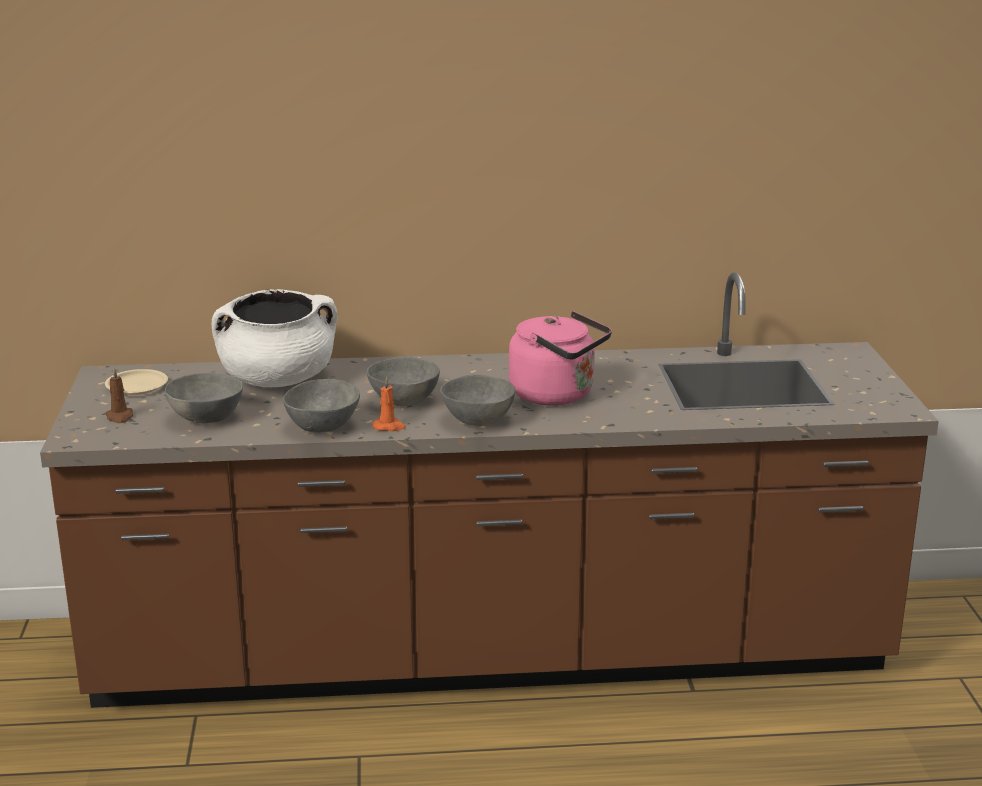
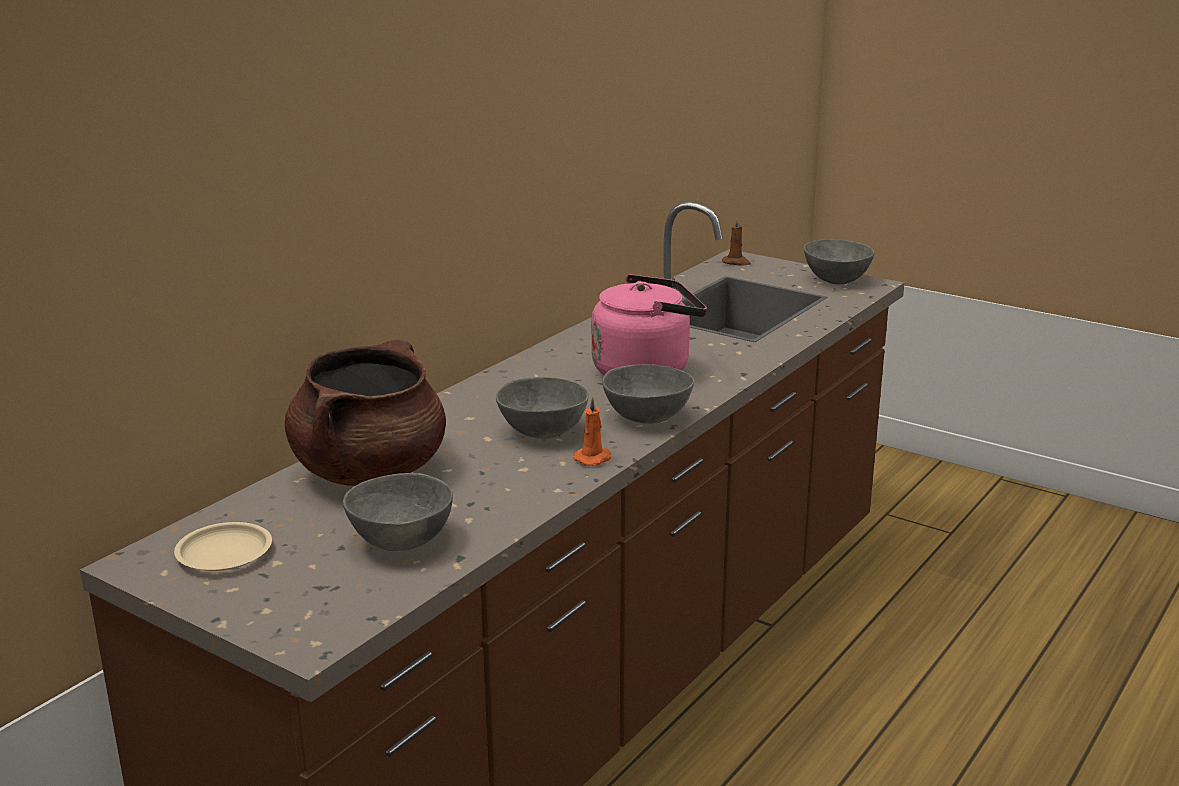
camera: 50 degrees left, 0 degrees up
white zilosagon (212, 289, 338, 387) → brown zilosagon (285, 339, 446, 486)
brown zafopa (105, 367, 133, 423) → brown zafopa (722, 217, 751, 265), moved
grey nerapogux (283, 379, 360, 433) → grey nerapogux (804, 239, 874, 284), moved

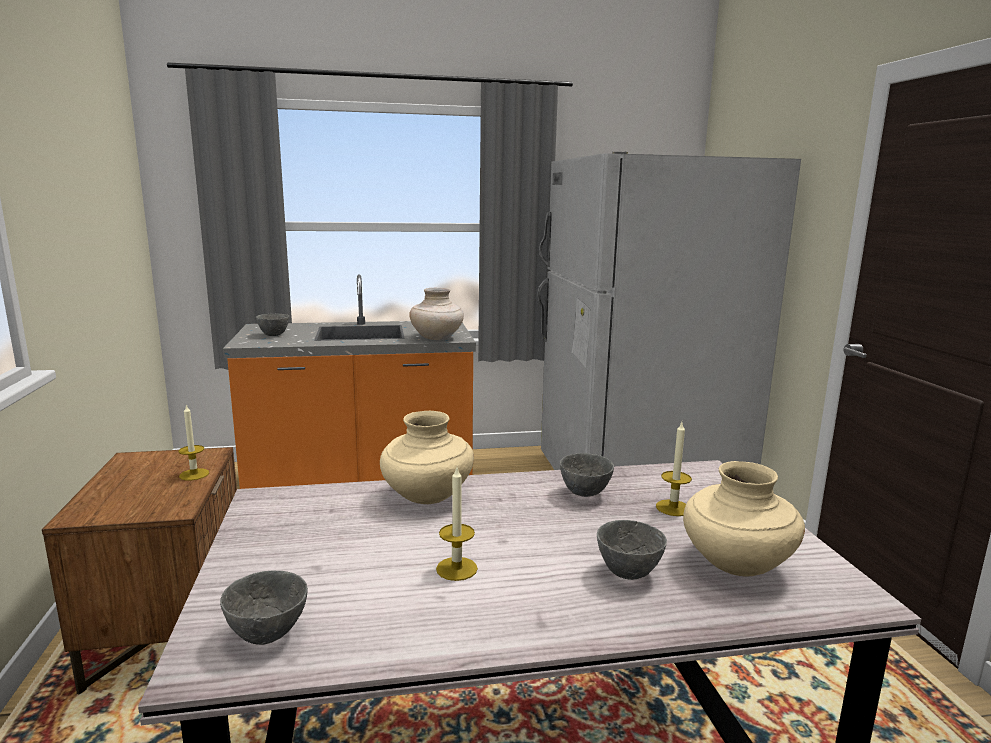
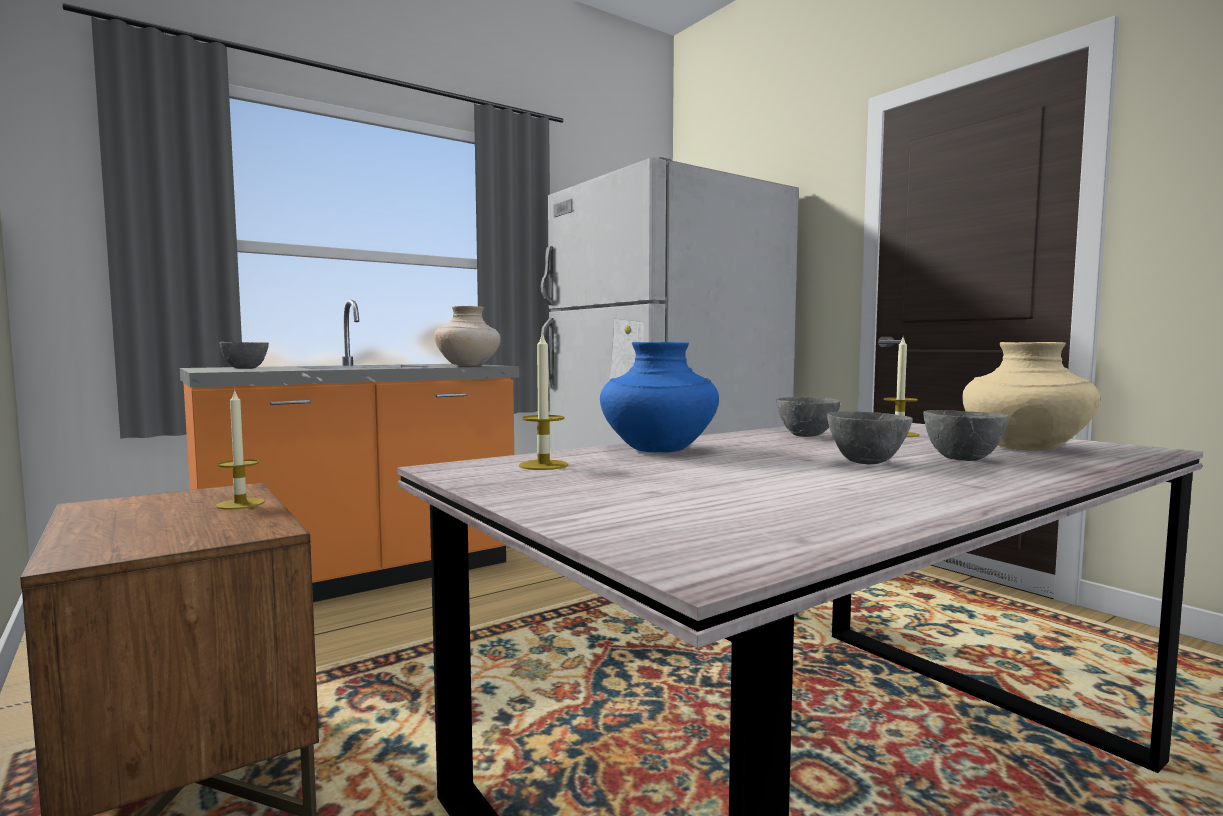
camera: 25 degrees left, 10 degrees down
zafopa (436, 468, 478, 581) → zafopa (519, 331, 568, 470), moved
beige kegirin (380, 411, 474, 504) → blue kegirin (600, 342, 719, 452)
grey nerapogux (220, 570, 308, 645) → grey nerapogux (827, 411, 913, 465), moved

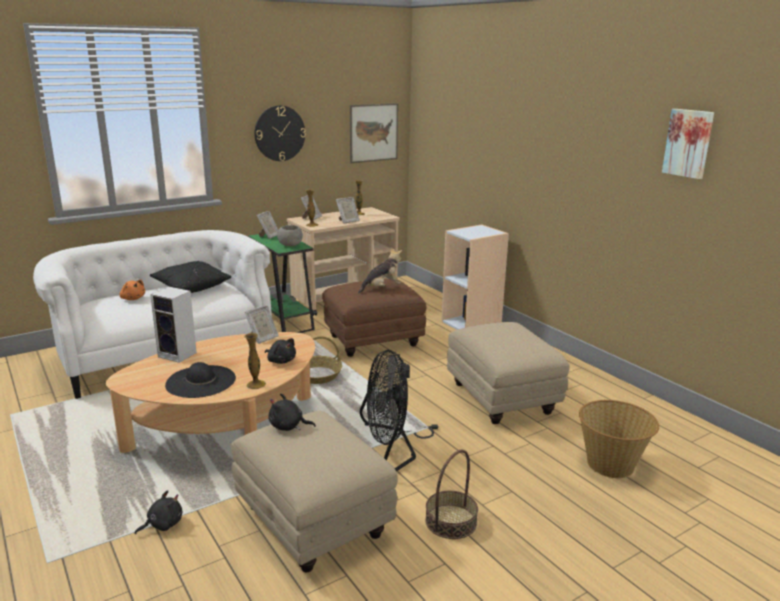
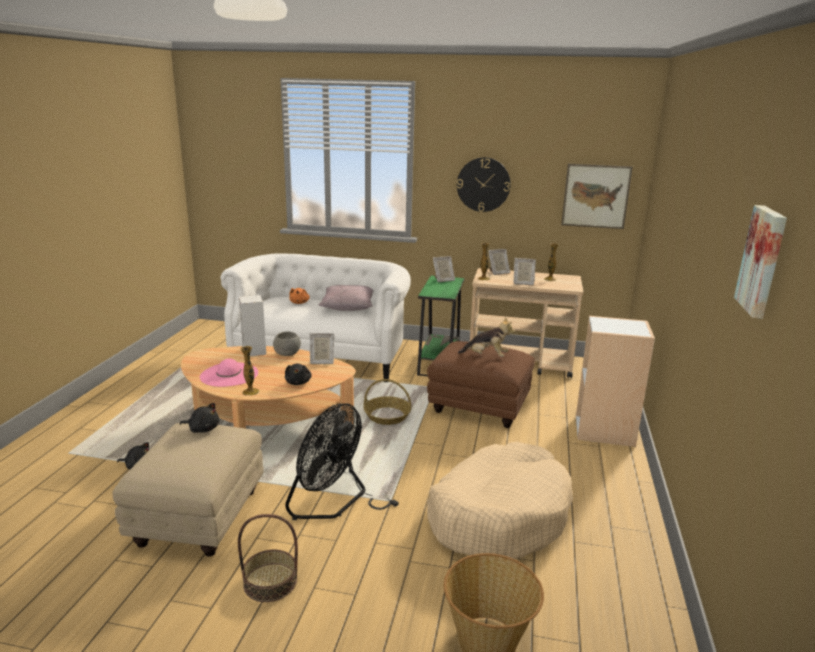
camera: 45 degrees right, 0 degrees up
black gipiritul (268, 393, 316, 431) → black gipiritul (180, 403, 220, 433), 135 degrees clockwise
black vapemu (165, 362, 236, 398) → pink vapemu (200, 358, 258, 387)
grey nerapogux (277, 225, 303, 246) → grey nerapogux (273, 332, 301, 356), moved
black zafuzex (150, 261, 231, 293) → purple zafuzex (319, 285, 373, 311)
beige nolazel (447, 322, 569, 424) → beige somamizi (427, 442, 573, 559)

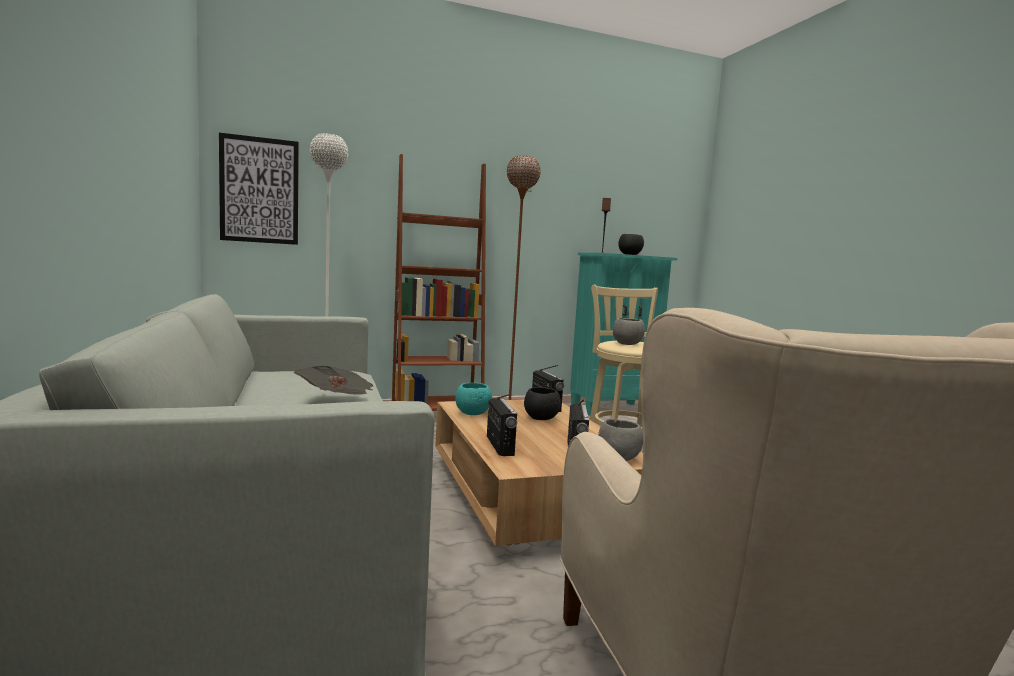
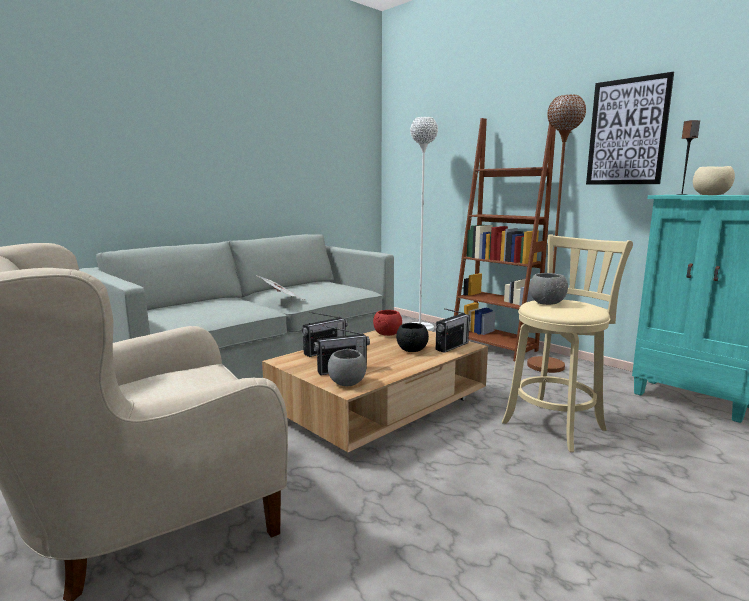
camera: 65 degrees right, 5 degrees up
turquoise nerapogux (455, 383, 492, 415) → red nerapogux (373, 310, 402, 336)
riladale (219, 133, 299, 245) → riladale (586, 72, 674, 185), moved
black nerapogux (618, 234, 644, 255) → beige nerapogux (693, 166, 735, 195)

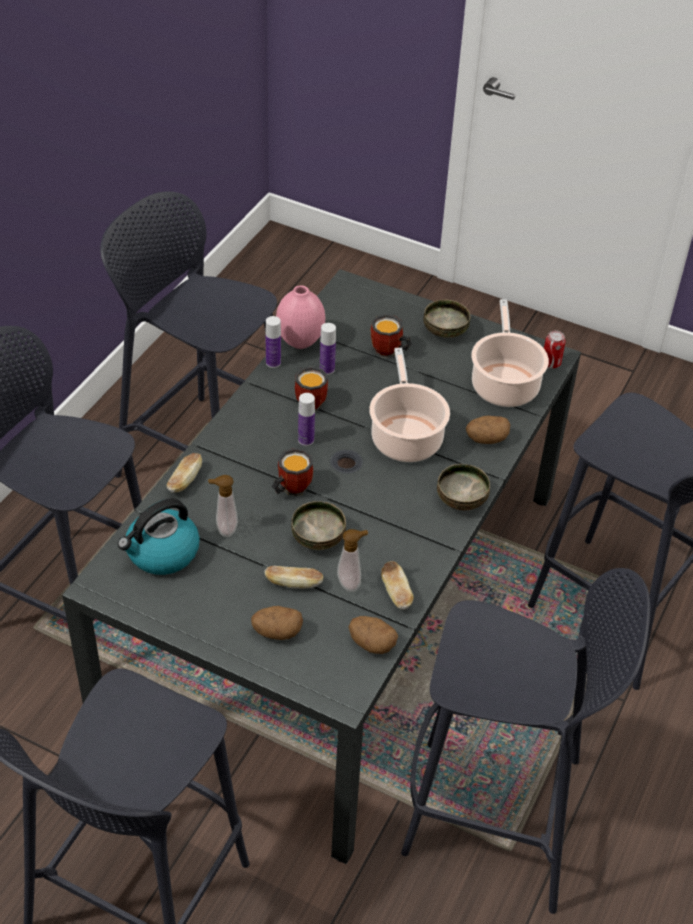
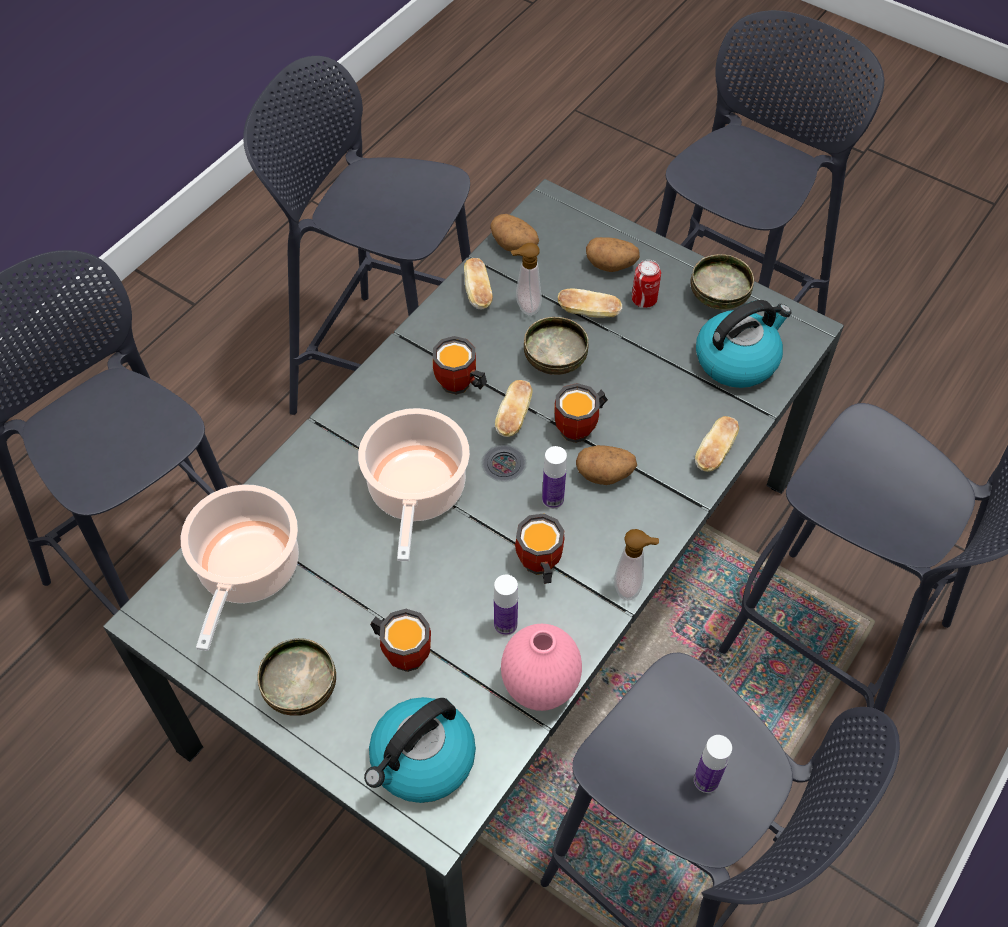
camera: 170 degrees left, 10 degrees up
- → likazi (364, 697, 476, 803)
- → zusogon (433, 336, 487, 395)
- → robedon (495, 380, 532, 437)
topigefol (466, 416, 510, 444) → topigefol (576, 445, 637, 485), moved
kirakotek (208, 475, 238, 537) → kirakotek (614, 529, 659, 601), moved
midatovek (544, 331, 566, 368) → midatovek (632, 260, 661, 308), moved
nerapogux (437, 464, 490, 510) → nerapogux (690, 254, 754, 310), moved
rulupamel (265, 316, 281, 368) → rulupamel (694, 735, 732, 793), moved

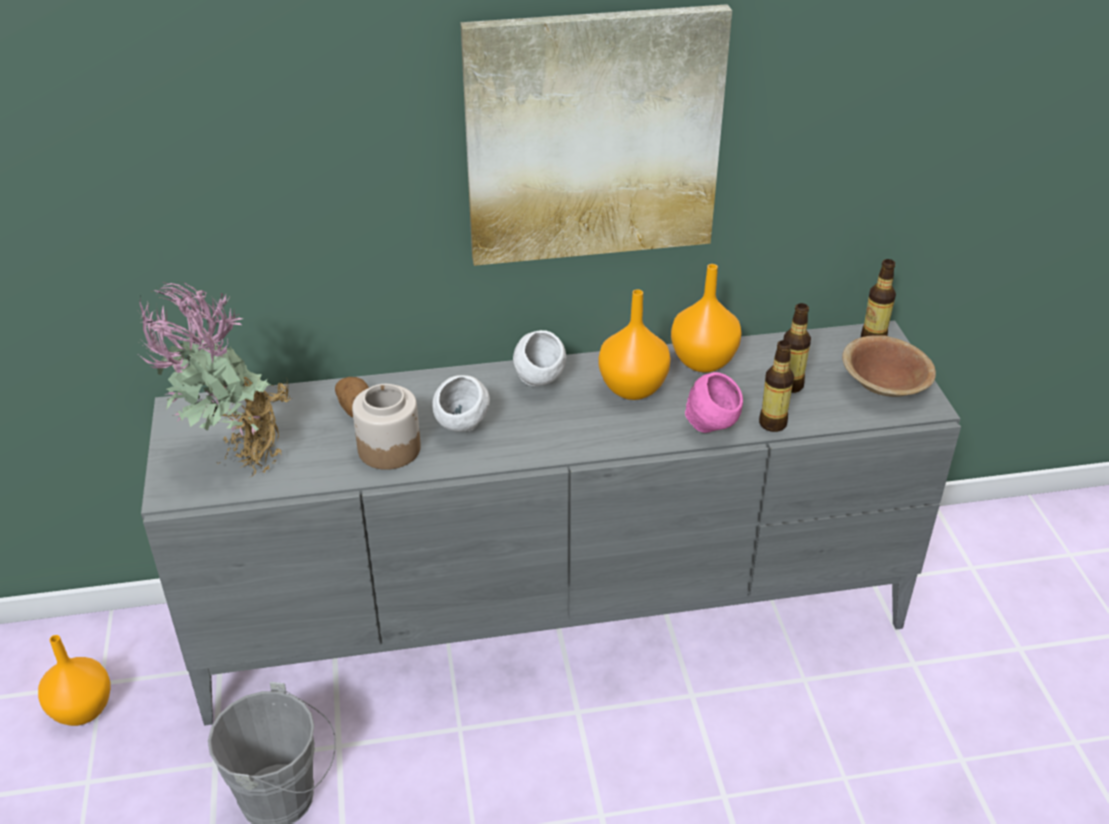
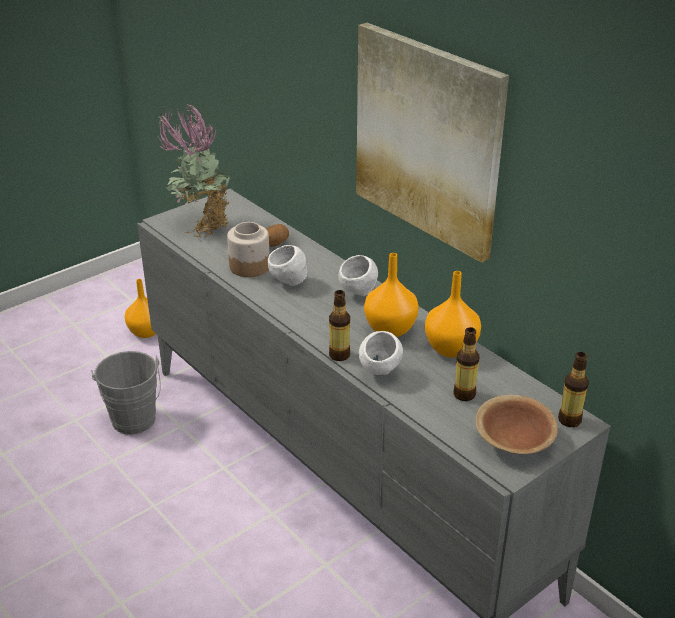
camera: 60 degrees right, 5 degrees down
rulupamel (759, 340, 794, 432) → rulupamel (329, 290, 350, 361), moved
pink nerapogux (685, 372, 743, 433) → white nerapogux (359, 331, 403, 375)

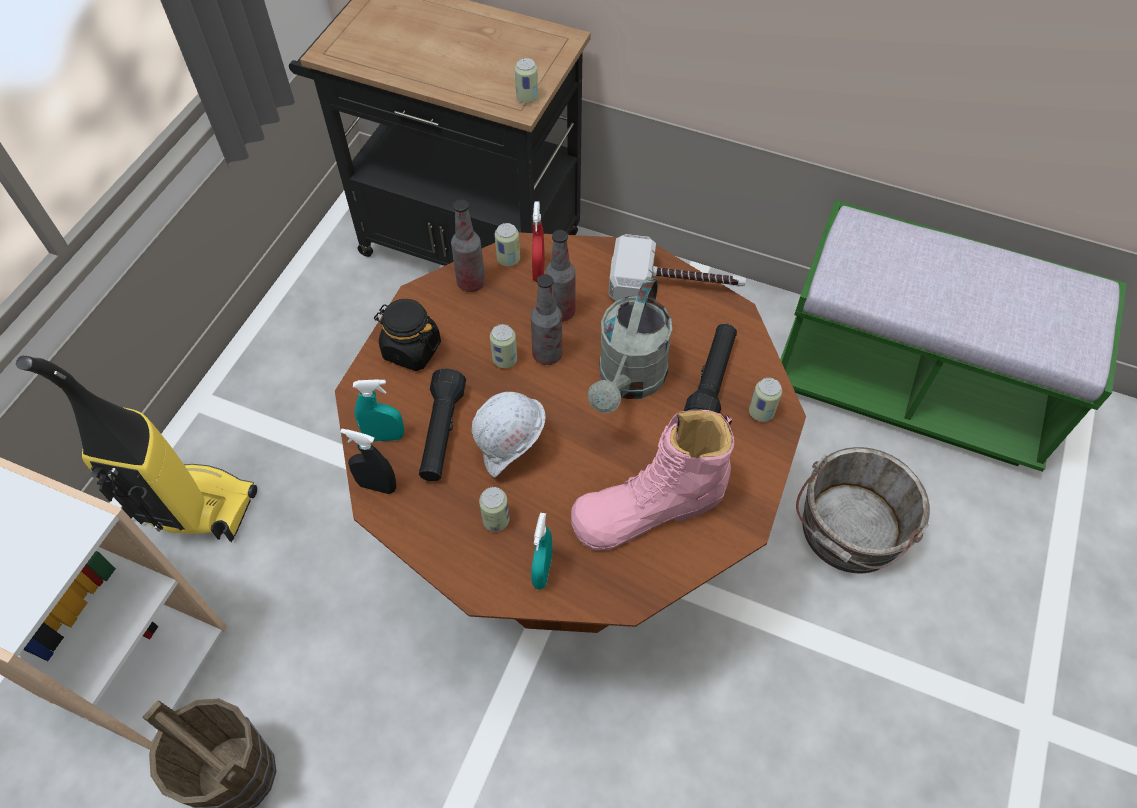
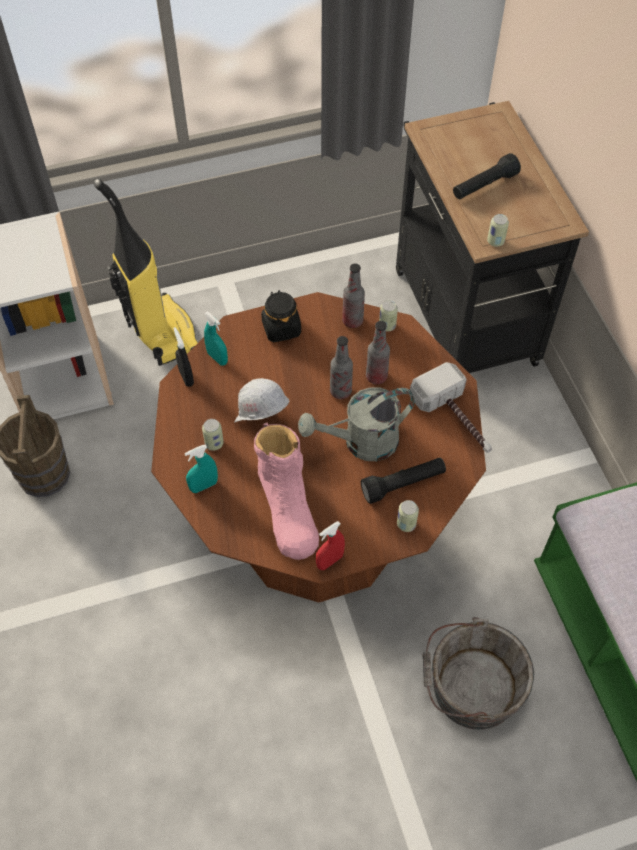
camera: 50 degrees right, 0 degrees up
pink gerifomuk (571, 410, 734, 551) → pink gerifomuk (254, 423, 319, 560), 135 degrees counterclockwise
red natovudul (532, 201, 545, 282) → red natovudul (316, 521, 345, 570), moved
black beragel (419, 368, 466, 481) → black beragel (453, 153, 521, 199), moved
midatovek (490, 324, 517, 368) → -

